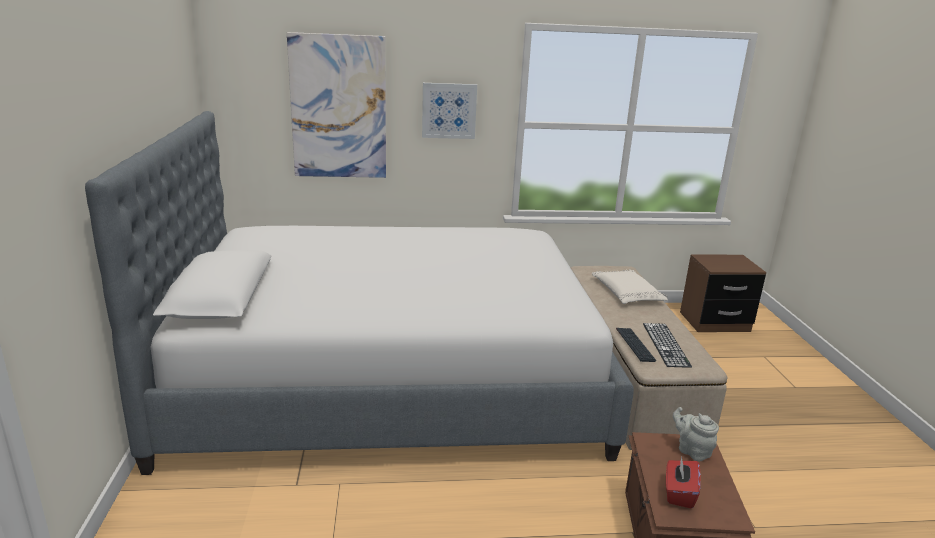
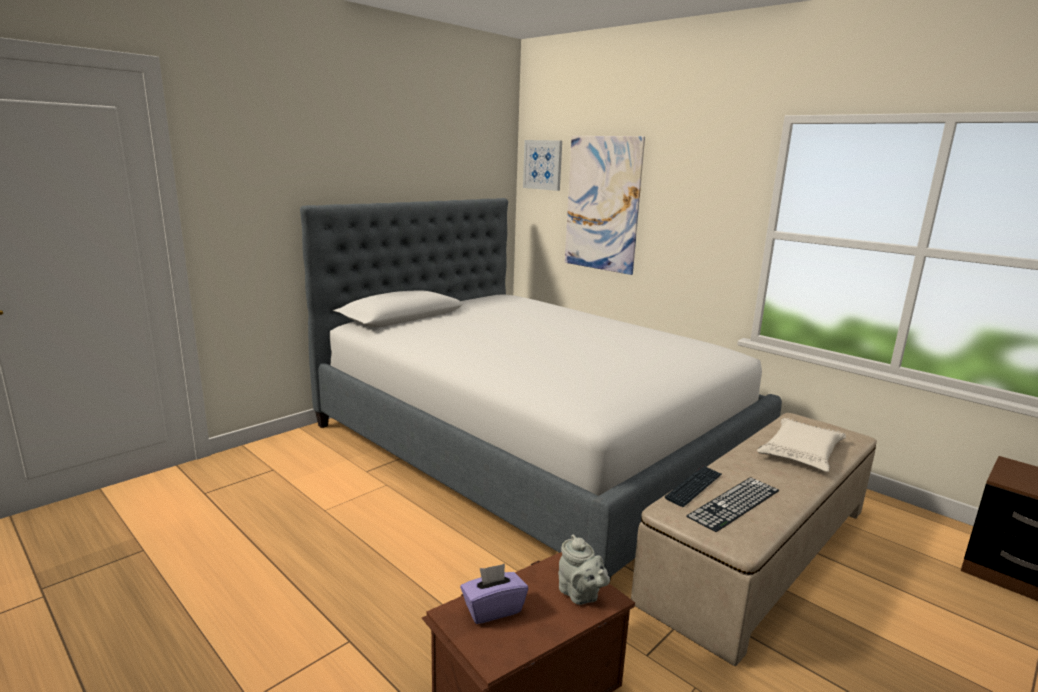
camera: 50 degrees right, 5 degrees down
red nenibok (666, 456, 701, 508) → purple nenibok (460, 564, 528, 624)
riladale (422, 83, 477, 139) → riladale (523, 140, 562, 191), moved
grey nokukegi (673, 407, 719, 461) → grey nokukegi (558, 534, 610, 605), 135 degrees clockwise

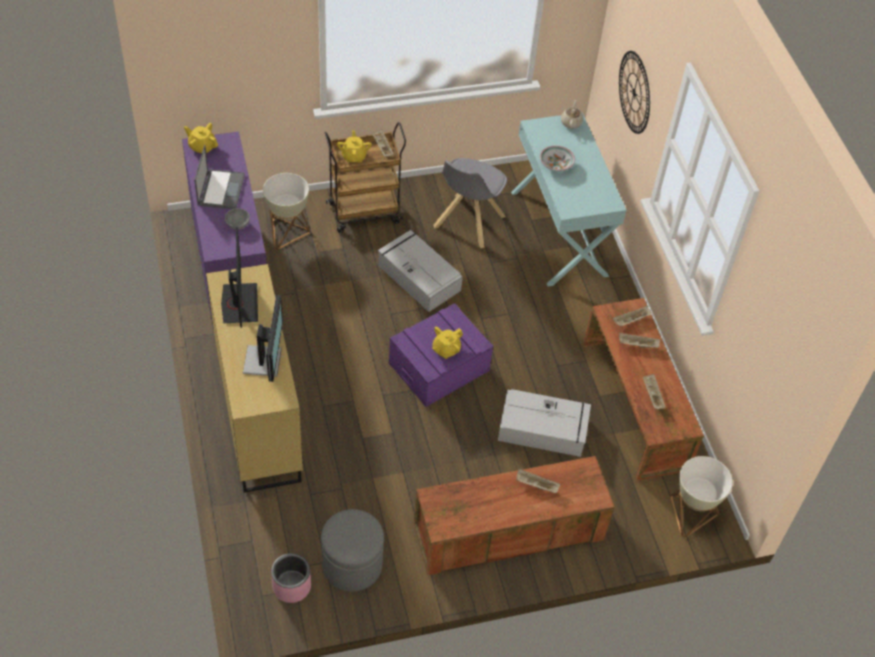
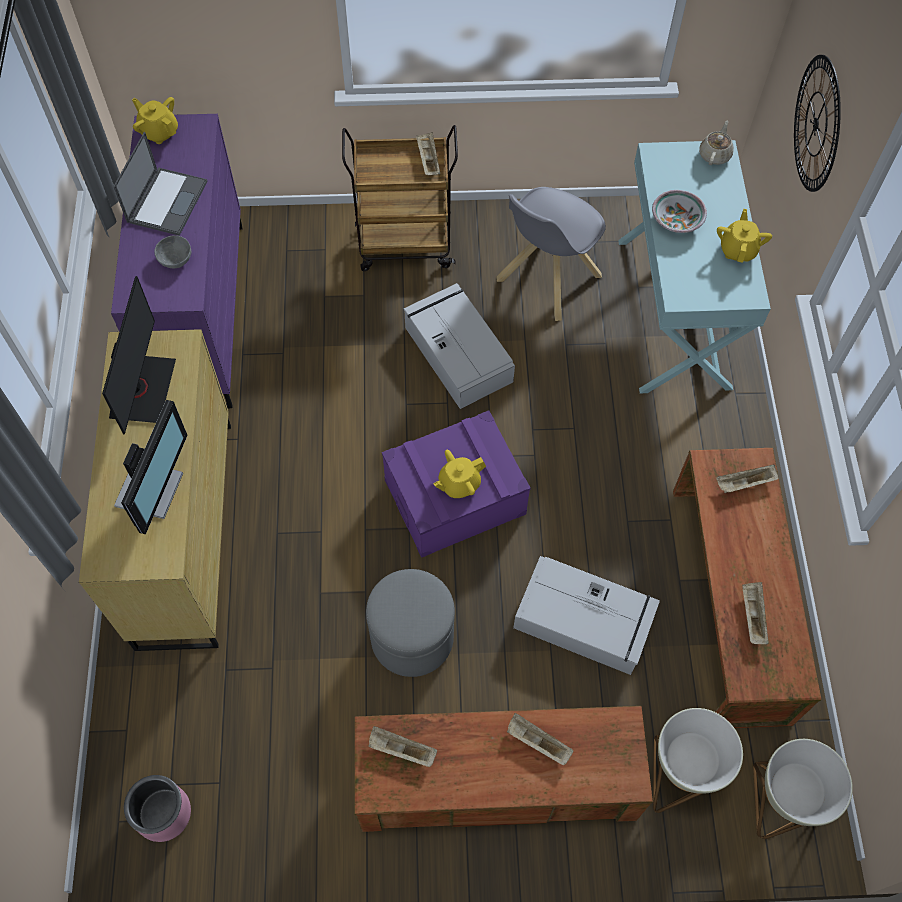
camera: 15 degrees right, 10 degrees up
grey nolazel (321, 509, 384, 592) → grey nolazel (366, 569, 455, 677), moved
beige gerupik (619, 333, 660, 348) → beige gerupik (369, 726, 437, 767), moved
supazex (263, 173, 310, 250) → supazex (653, 708, 743, 813), moved
yellow nokukegi (337, 130, 372, 163) → yellow nokukegi (717, 209, 772, 263), moved

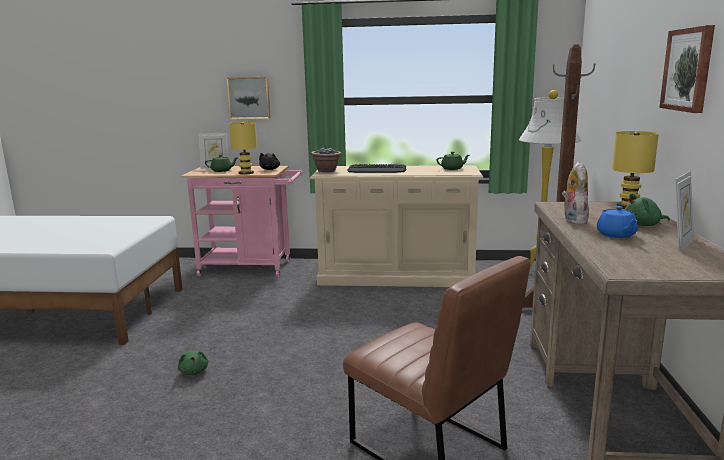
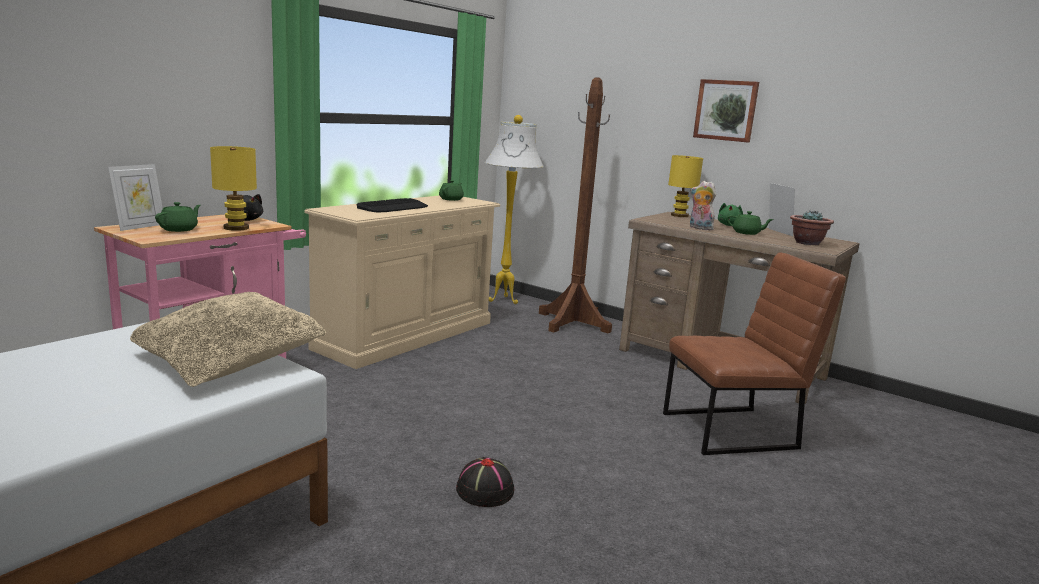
camera: 60 degrees left, 0 degrees up
- → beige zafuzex (130, 292, 326, 387)
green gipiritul (178, 350, 208, 375) → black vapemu (456, 457, 514, 507)
blue nokukegi (597, 206, 638, 238) → green nokukegi (727, 211, 774, 235)
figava (311, 147, 342, 172) → figava (790, 210, 834, 245), moved
riladale (227, 77, 271, 119) → -

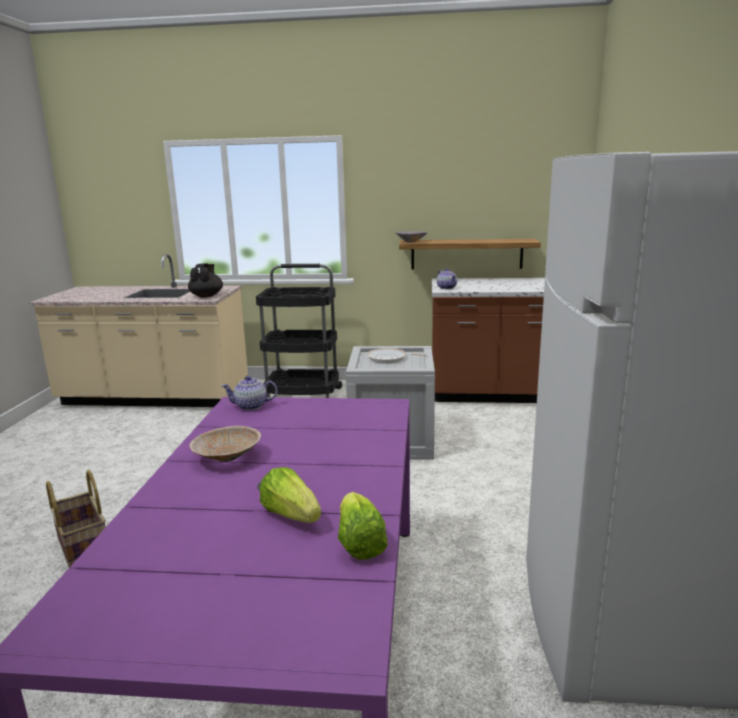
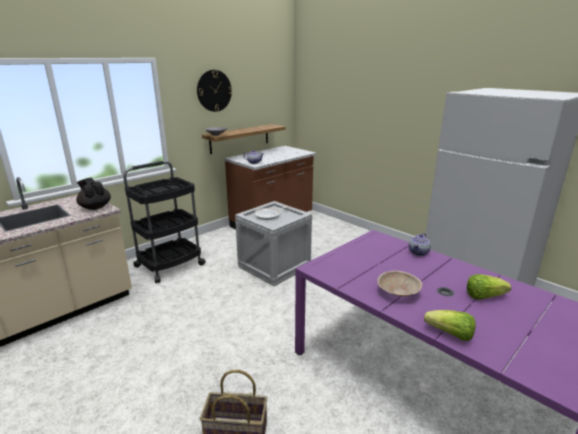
camera: 50 degrees left, 5 degrees up
- → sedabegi (197, 70, 232, 112)
nokukegi (222, 376, 278, 411) → nokukegi (408, 233, 431, 256), moved
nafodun (338, 492, 387, 560) → nafodun (424, 310, 476, 341), moved

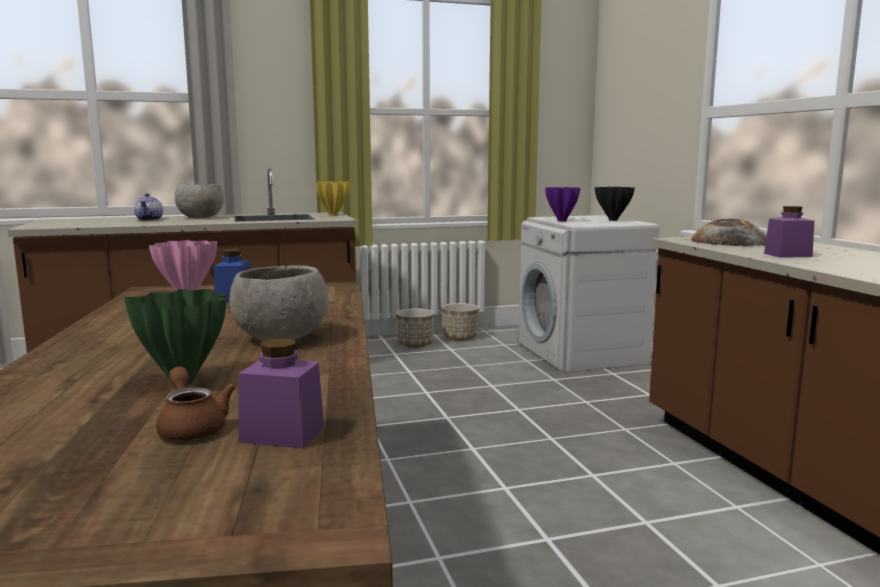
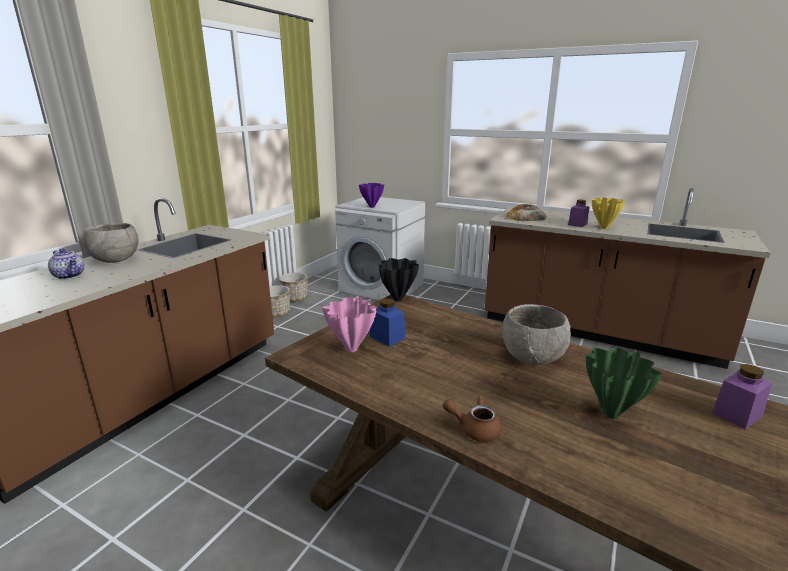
camera: 45 degrees left, 10 degrees up
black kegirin (595, 187, 635, 221) → black kegirin (379, 258, 419, 301), moved
brown nokukegi (156, 367, 235, 440) → brown nokukegi (443, 396, 502, 442), moved
yellow kegirin (315, 181, 350, 216) → yellow kegirin (592, 197, 625, 229), moved

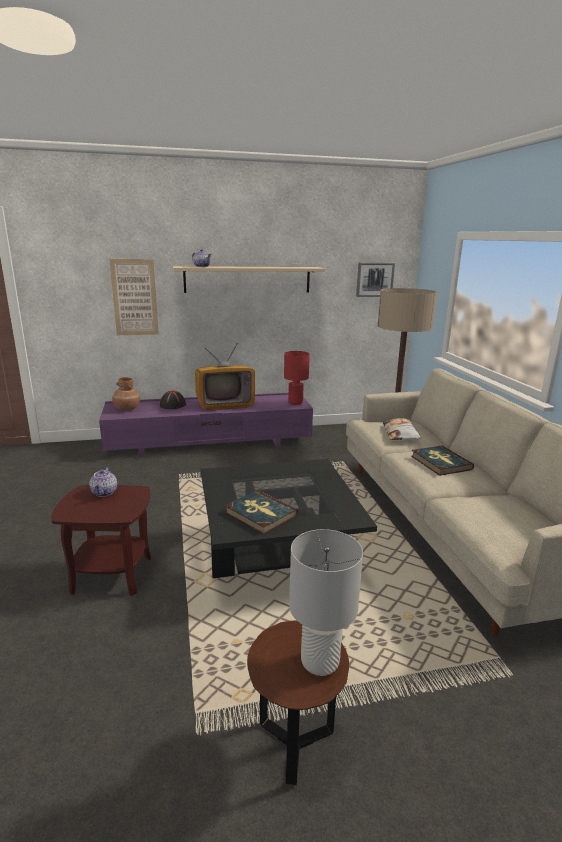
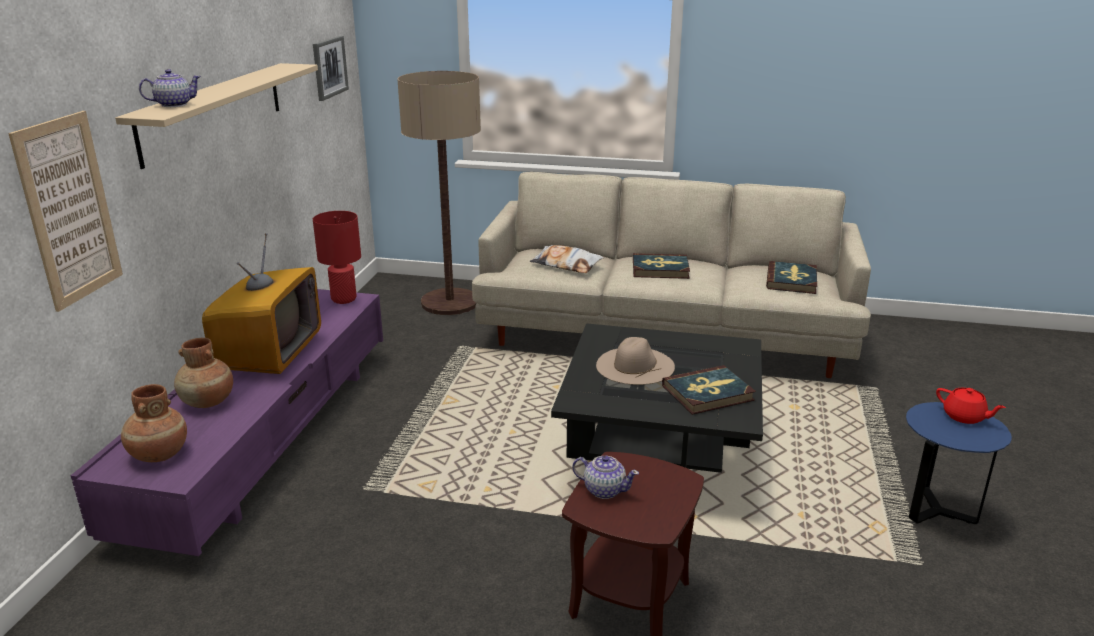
camera: 65 degrees left, 5 degrees up
black vapemu (160, 390, 186, 409) → brown kegirin (174, 338, 233, 408)
- → beige vapemu (596, 337, 675, 385)
- → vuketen (766, 261, 817, 294)
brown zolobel (247, 620, 349, 785) → blue zolobel (906, 402, 1012, 524)
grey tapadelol (289, 529, 363, 676) → red nokukegi (936, 388, 1006, 424)

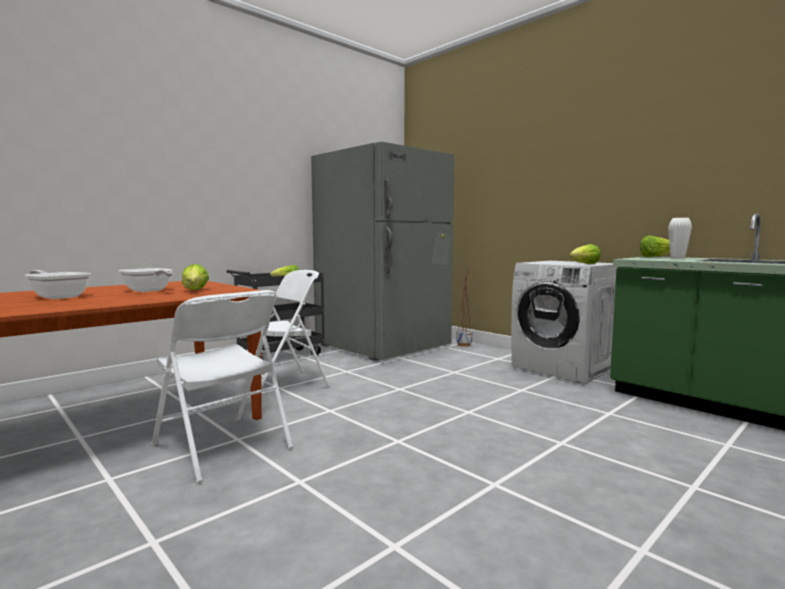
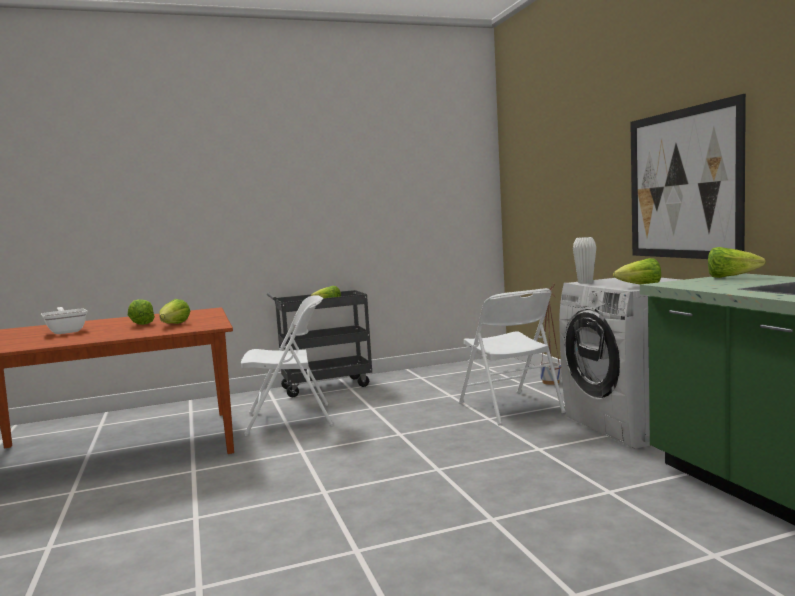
camera: 25 degrees right, 0 degrees up
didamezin (118, 268, 173, 292) → nafodun (128, 299, 155, 325)
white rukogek (151, 290, 294, 484) → white rukogek (459, 288, 566, 426), moved
white kegirin (668, 218, 692, 259) → white kegirin (573, 237, 596, 284), moved
- → riladale (630, 94, 746, 259)
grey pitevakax (311, 142, 454, 361) → -

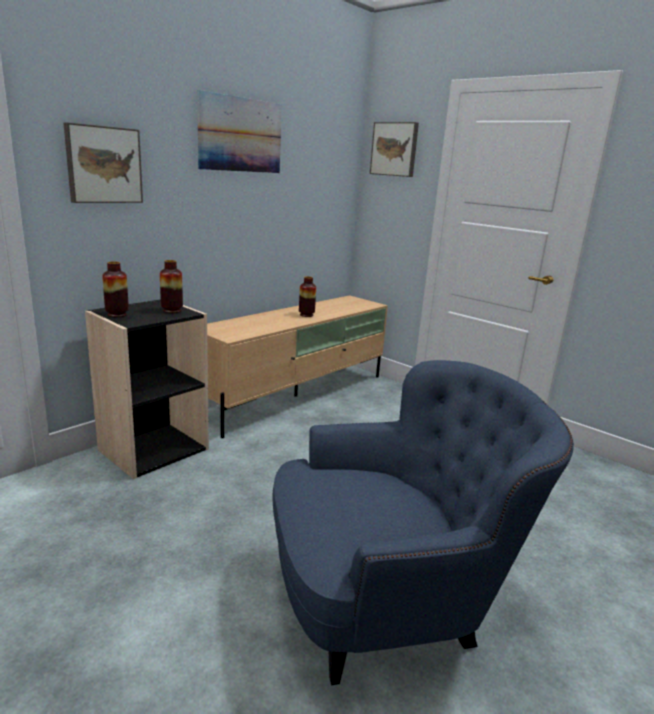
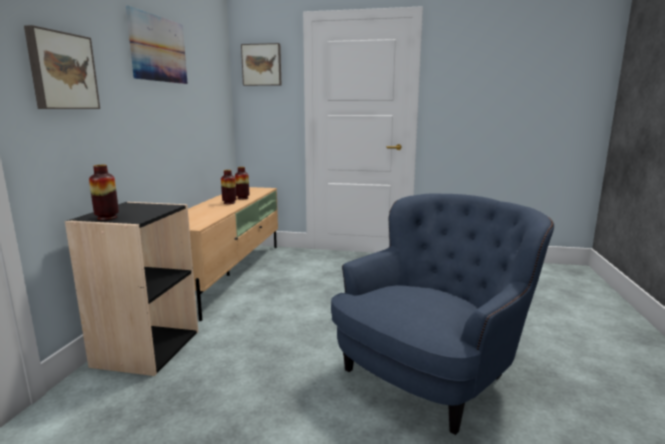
camera: 30 degrees left, 5 degrees down
kegirin (160, 260, 183, 313) → kegirin (235, 167, 249, 200), moved

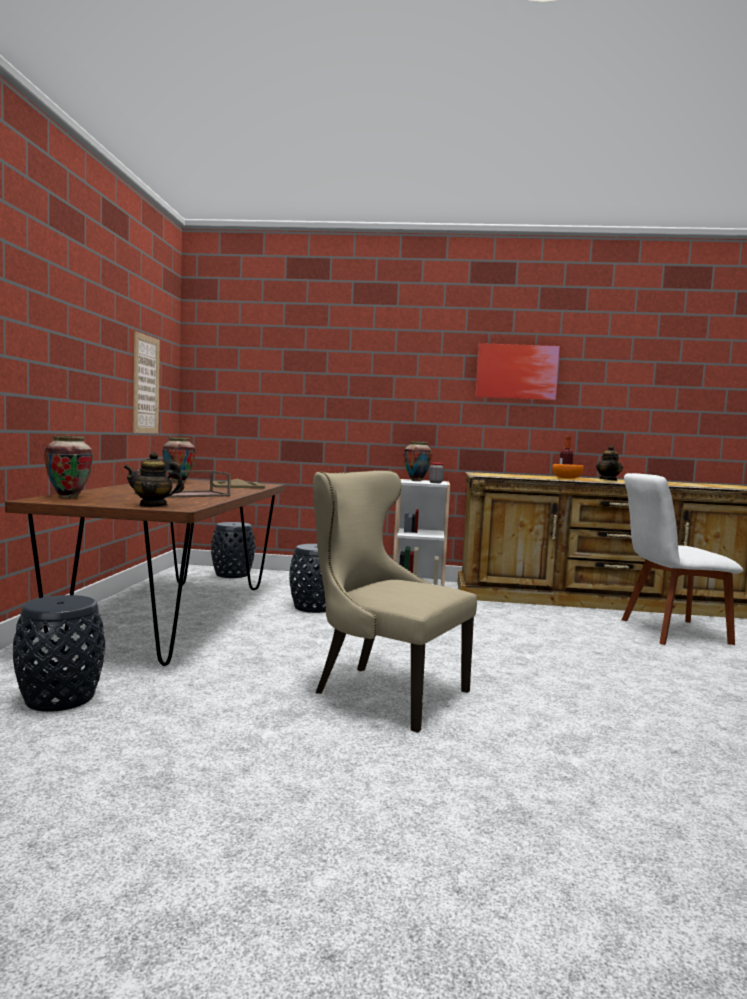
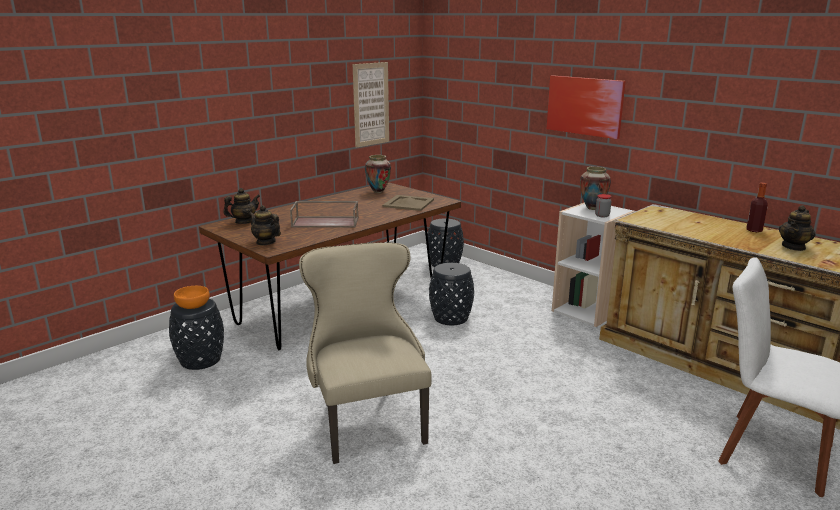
camera: 40 degrees right, 15 degrees up
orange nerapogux (552, 464, 584, 478) → orange nerapogux (174, 286, 210, 309), moved
kegirin (44, 435, 93, 498) → nokukegi (223, 188, 260, 224)
riladale (475, 343, 560, 400) → riladale (547, 75, 626, 139), moved

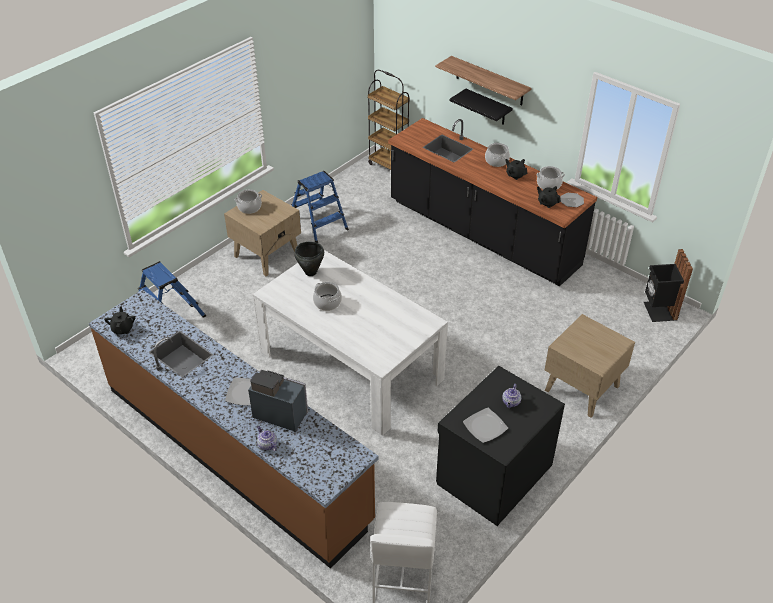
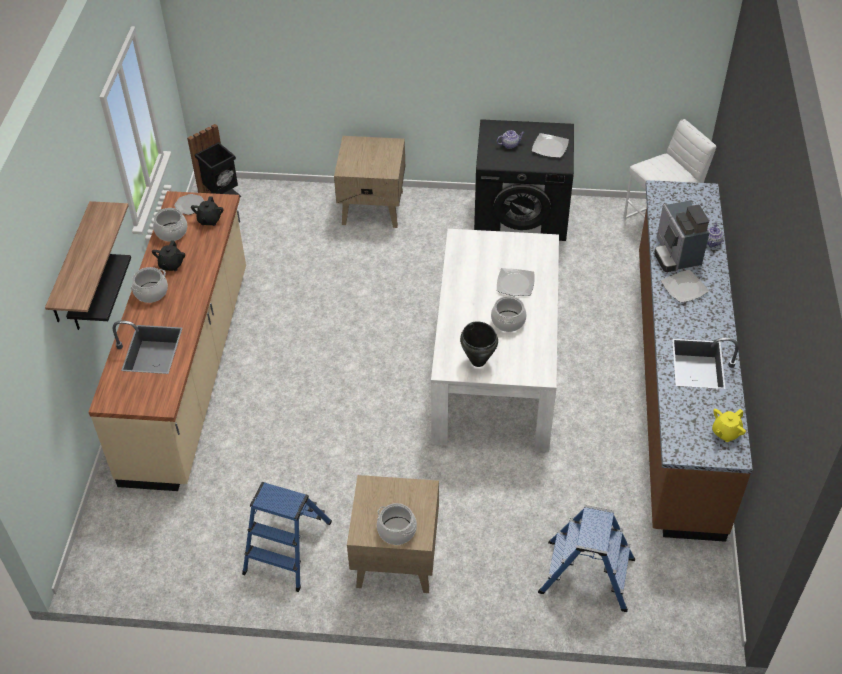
camera: 125 degrees left, 5 degrees up
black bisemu (388, 118, 597, 286) → beige bisemu (89, 191, 246, 491)
- → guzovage (497, 268, 535, 296)
black nokukegi (104, 306, 135, 335) → yellow nokukegi (712, 409, 746, 442)
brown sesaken (368, 70, 410, 170) → -

